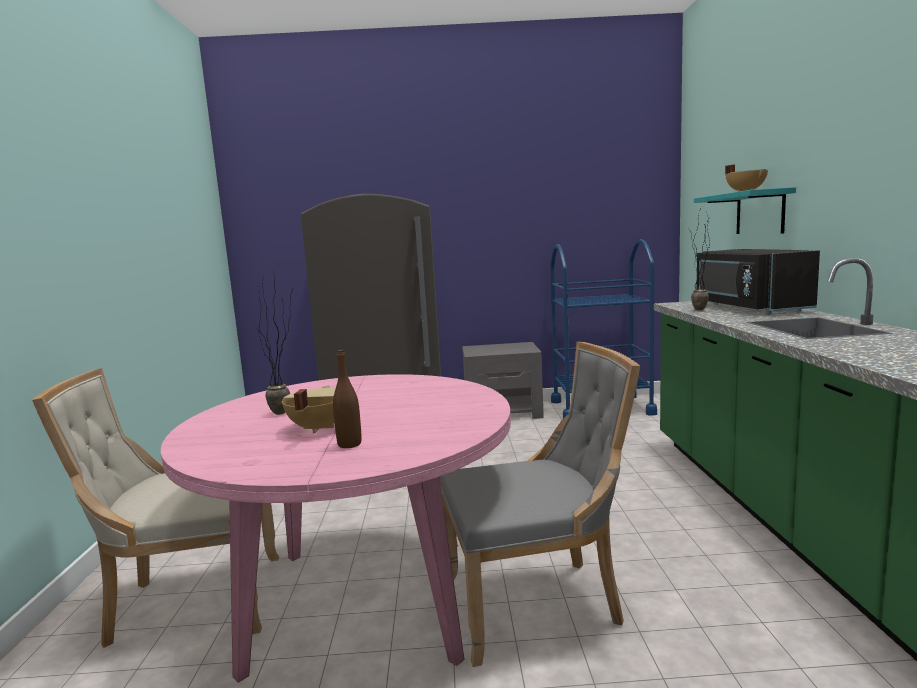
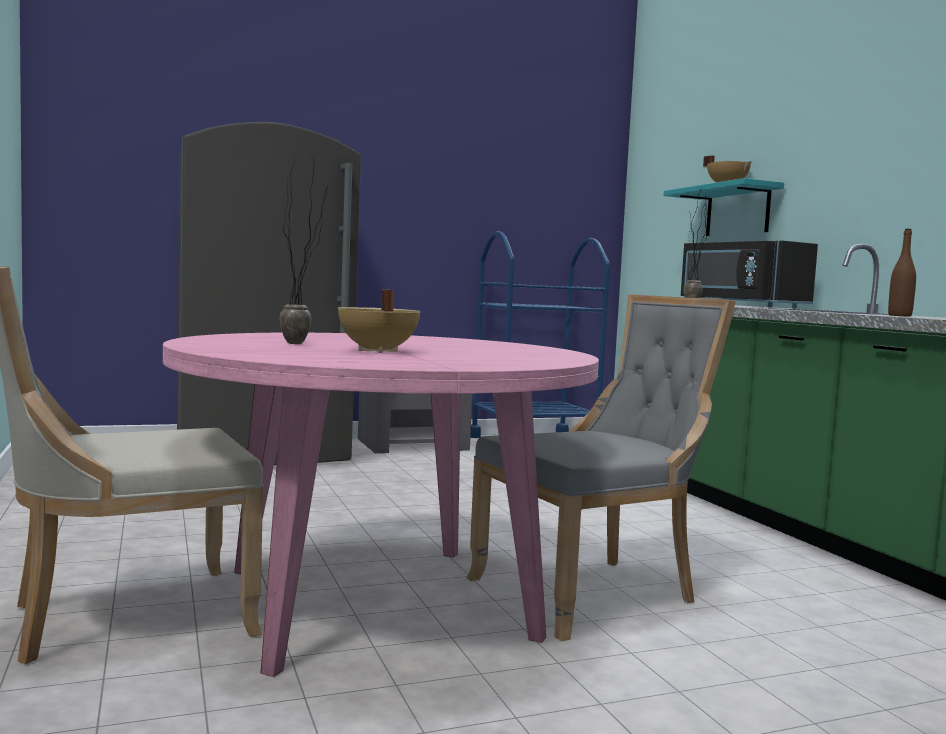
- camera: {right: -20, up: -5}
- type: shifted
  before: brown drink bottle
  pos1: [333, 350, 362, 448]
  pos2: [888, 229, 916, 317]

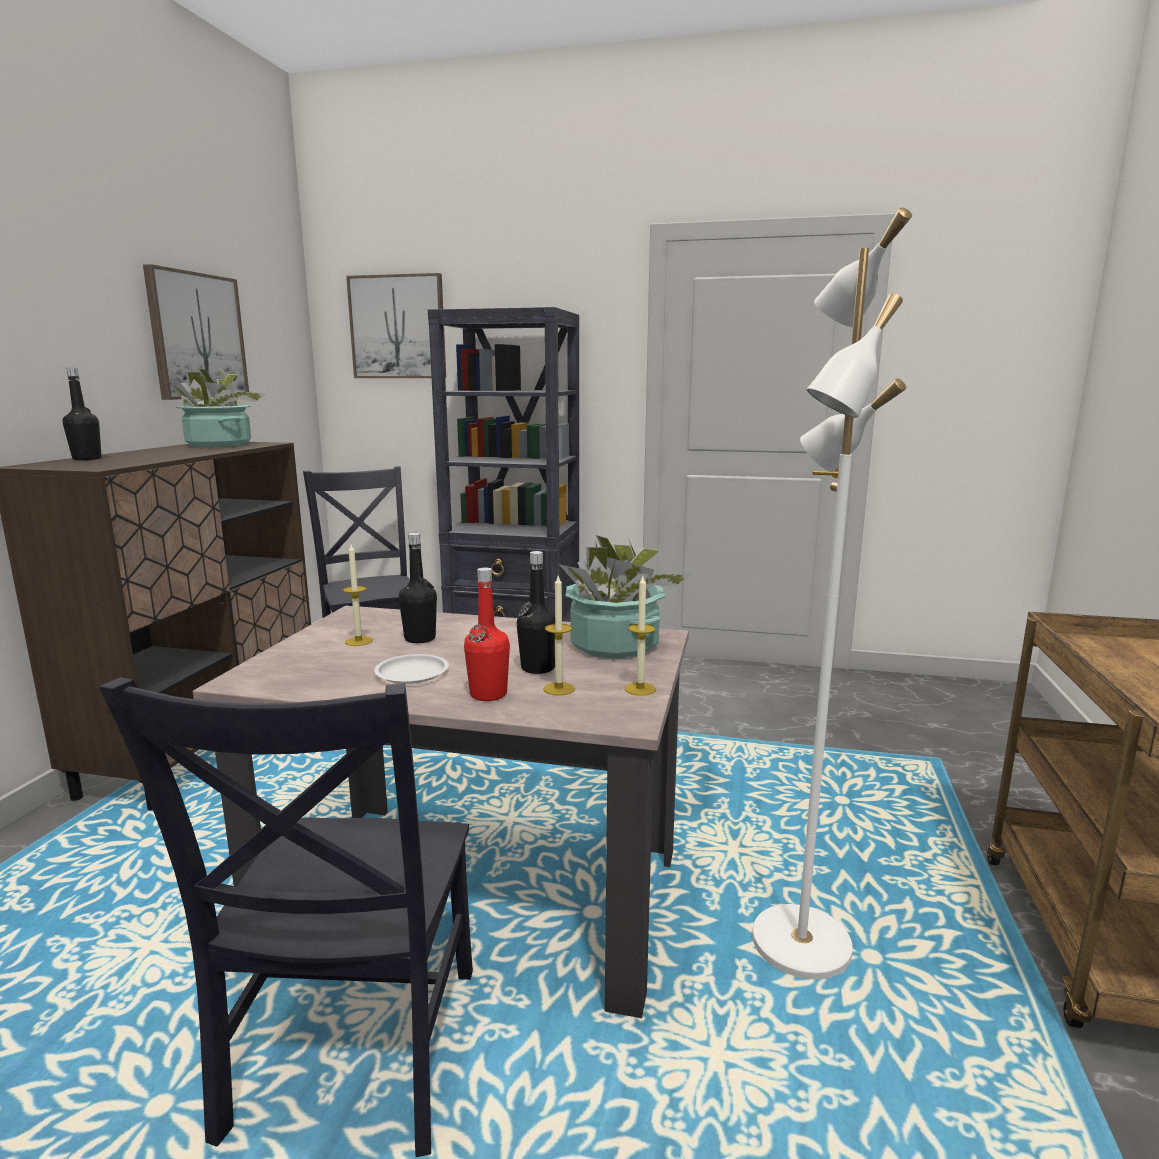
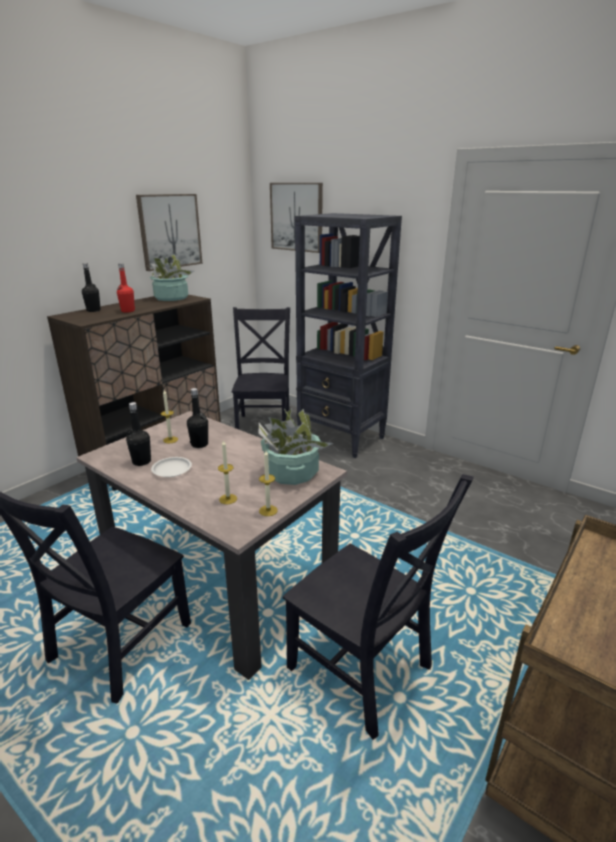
- camera: {right: 25, up: 10}
- type: shifted
  before: reddish drink bottle
  pos1: [464, 567, 510, 701]
  pos2: [117, 263, 135, 313]
- type: shifted
  before: black drink bottle
  pos1: [516, 551, 555, 674]
  pos2: [126, 402, 151, 466]
- type: swapped
  before: white-coloured standard lamp
  after: black plain chair
  pos1: [752, 208, 912, 979]
  pos2: [283, 474, 474, 739]

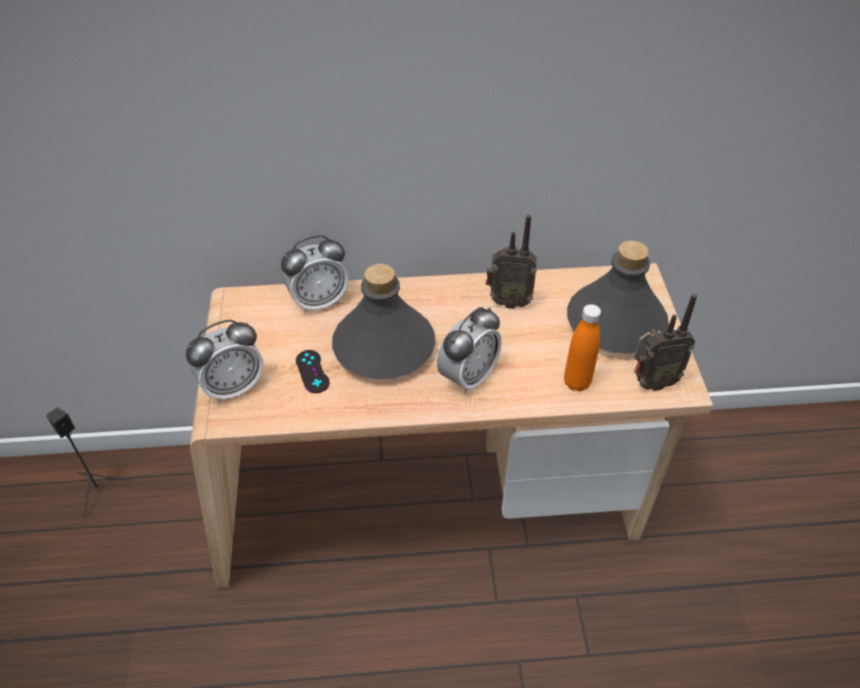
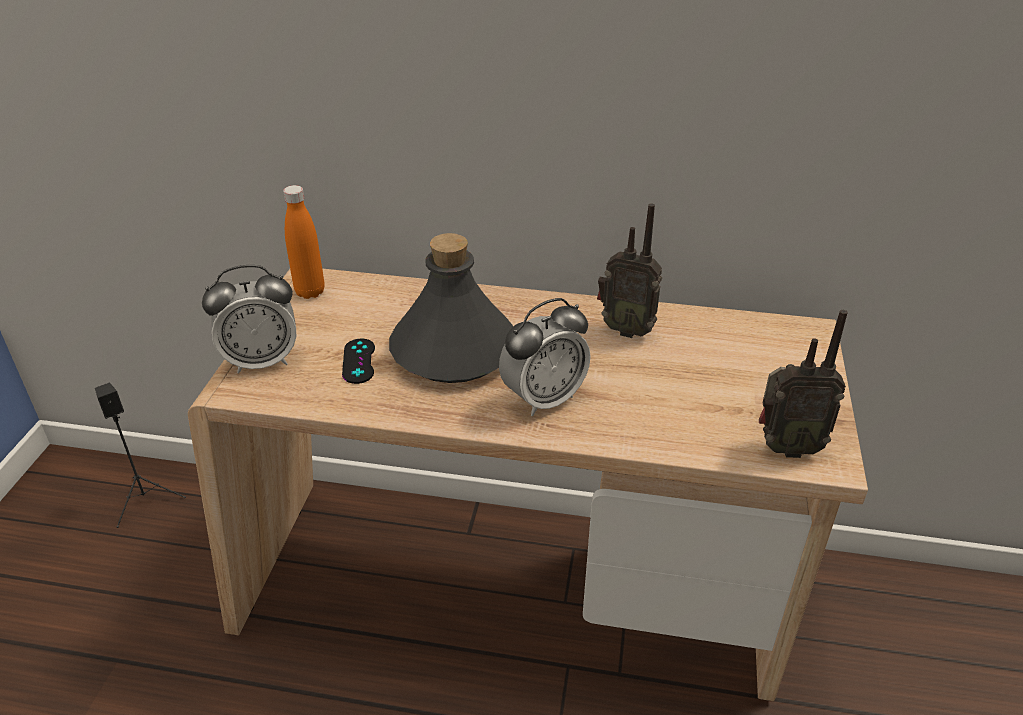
- camera: {right: 15, up: -10}
- type: gone
  before: alarm clock
  pos1: [281, 235, 348, 314]
- type: shifted
  before: orange-coloured drink bottle
  pos1: [564, 304, 601, 392]
  pos2: [283, 185, 325, 299]
- type: gone
  before: greyish drink bottle
  pos1: [567, 241, 669, 354]

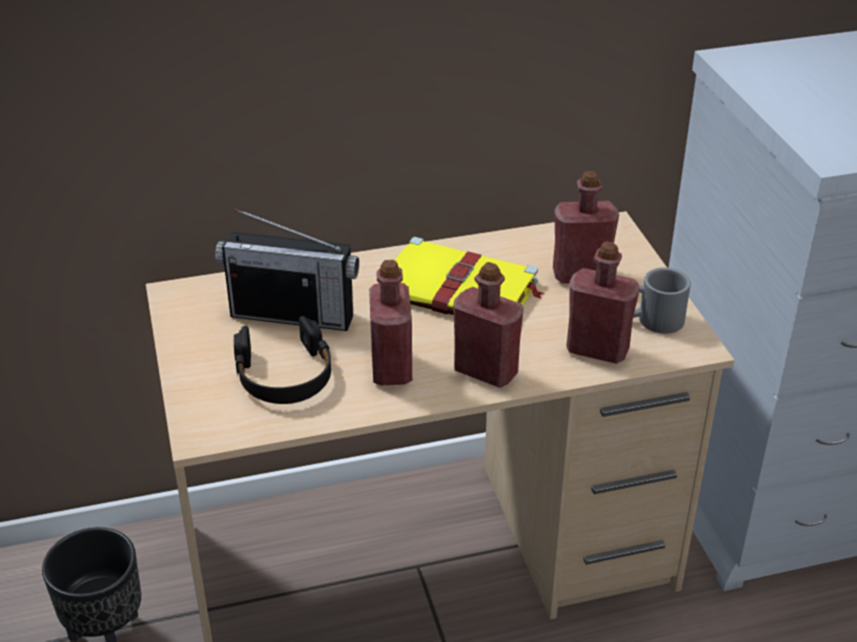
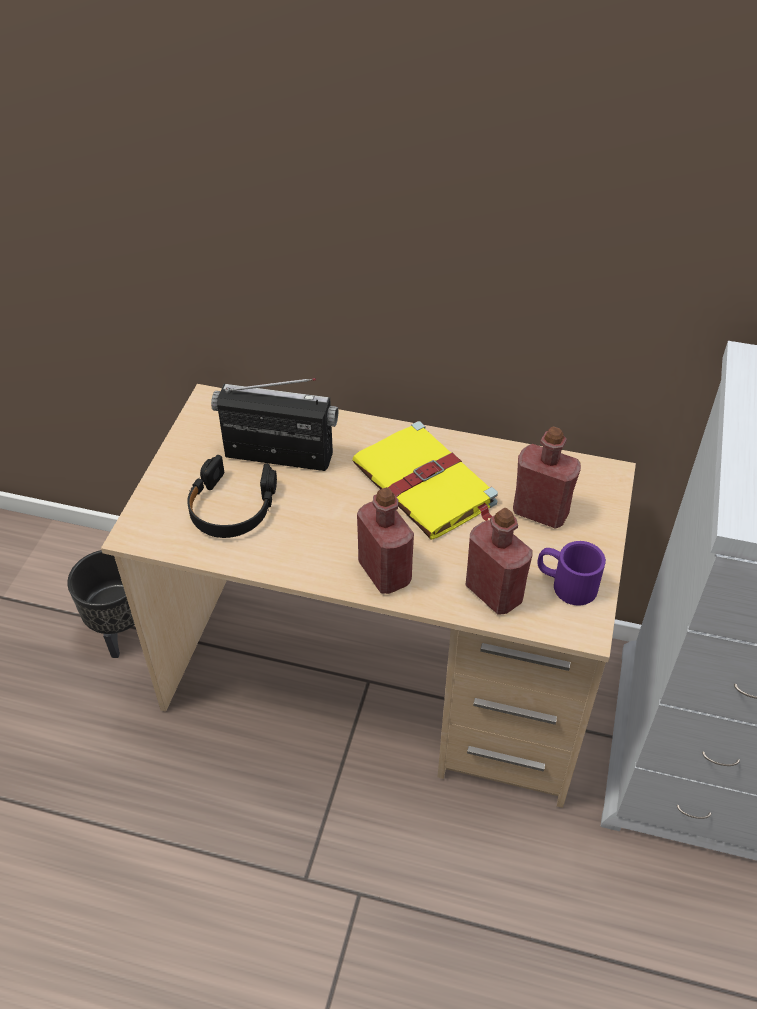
- camera: {right: 30, up: 10}
- type: rotated
  before: radio receiver
  pos1: [215, 209, 359, 331]
  pos2: [211, 378, 338, 471]
  turn: 150
- type: gone
  before: reddish drink bottle
  pos1: [369, 260, 412, 386]
- type: repainted
  before: greyish coffee mug
  after: purple coffee mug
  pos1: [633, 267, 691, 334]
  pos2: [537, 541, 606, 606]

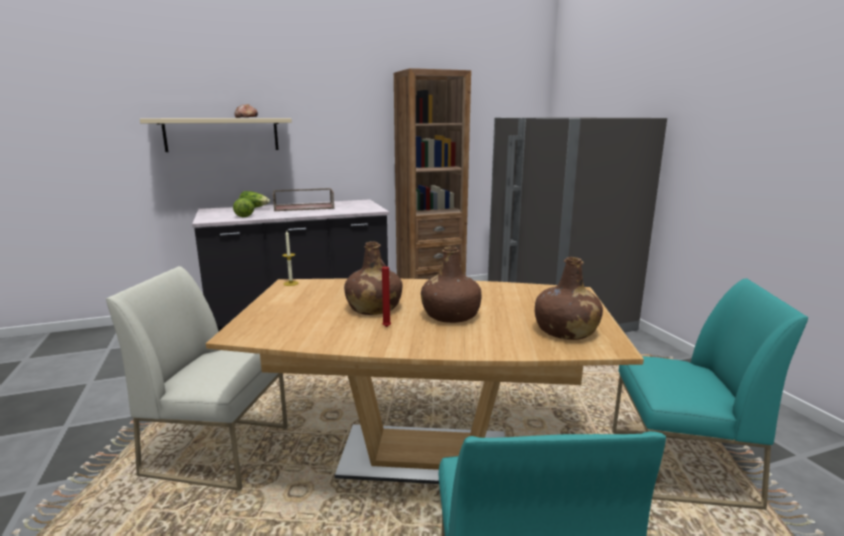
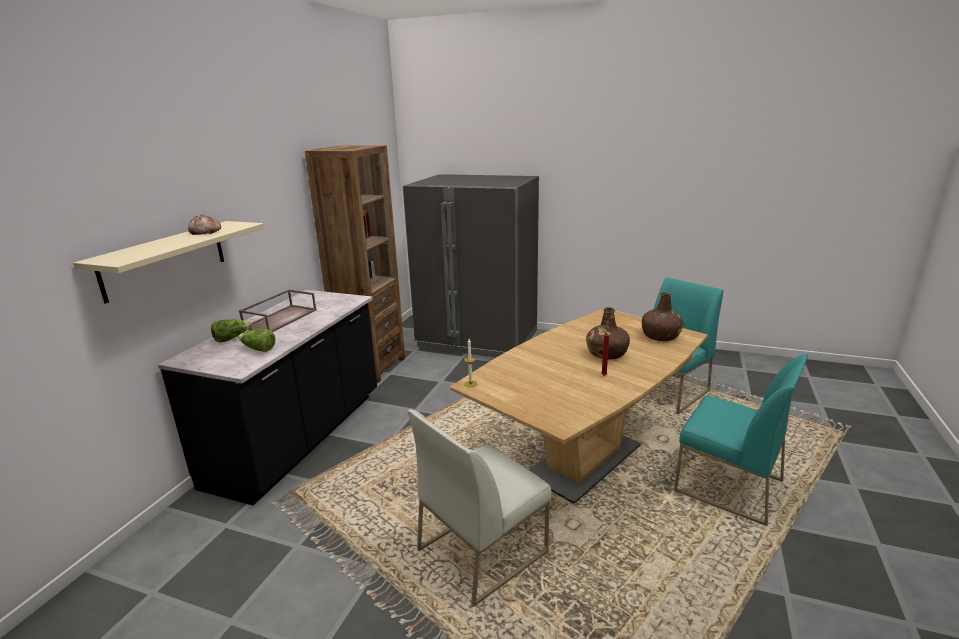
- camera: {right: -50, up: 5}
- type: gone
  before: brown drink bottle
  pos1: [344, 242, 402, 315]

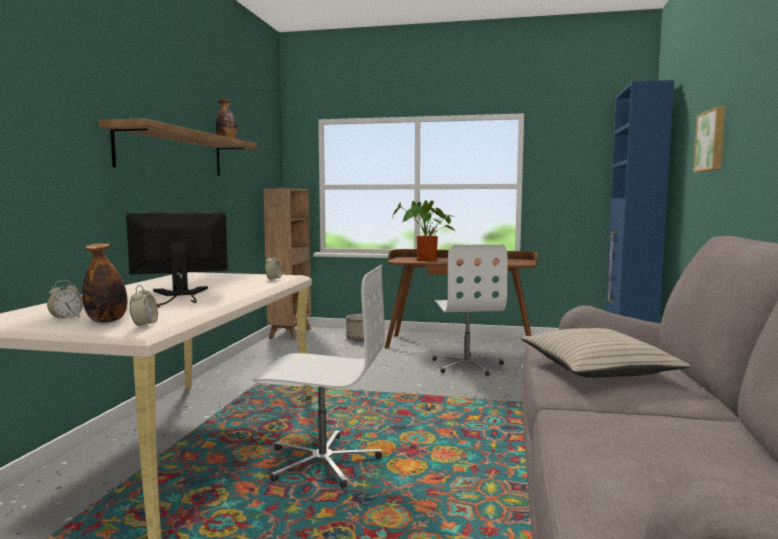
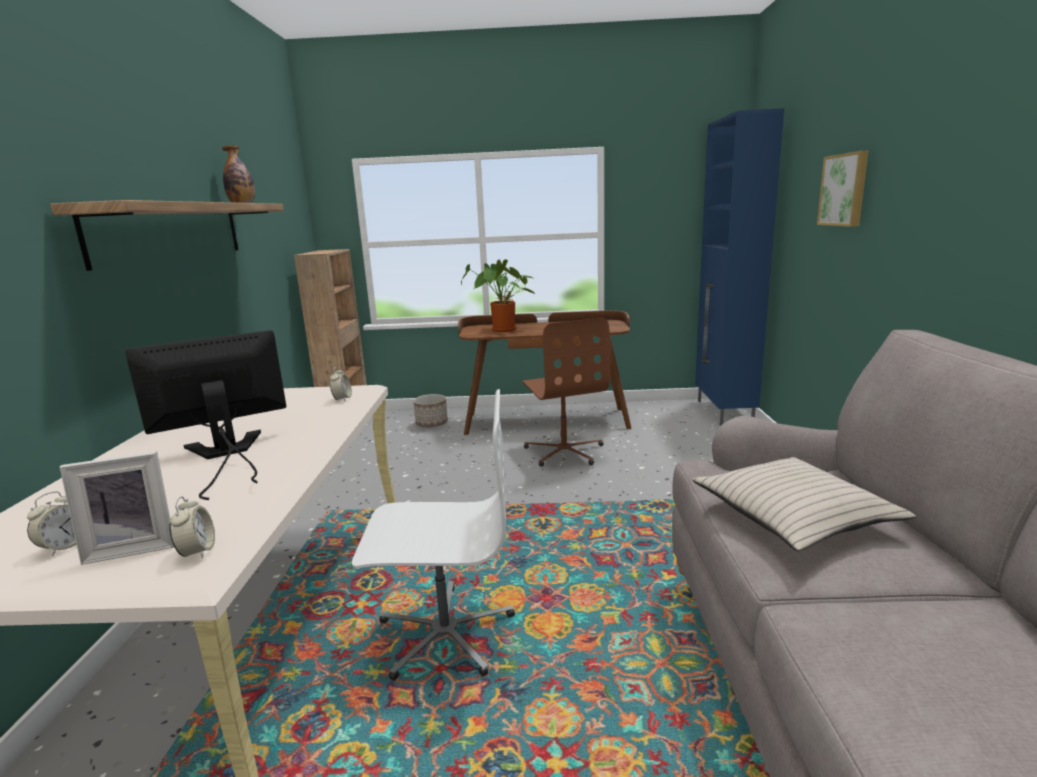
- camera: {right: -10, up: 10}
- type: swapped
  before: drink bottle
  after: standing frame
  pos1: [82, 243, 127, 323]
  pos2: [59, 451, 174, 565]
- type: repainted
  before: white-coloured computer chair
  after: brown computer chair
  pos1: [432, 245, 507, 376]
  pos2: [522, 318, 610, 467]

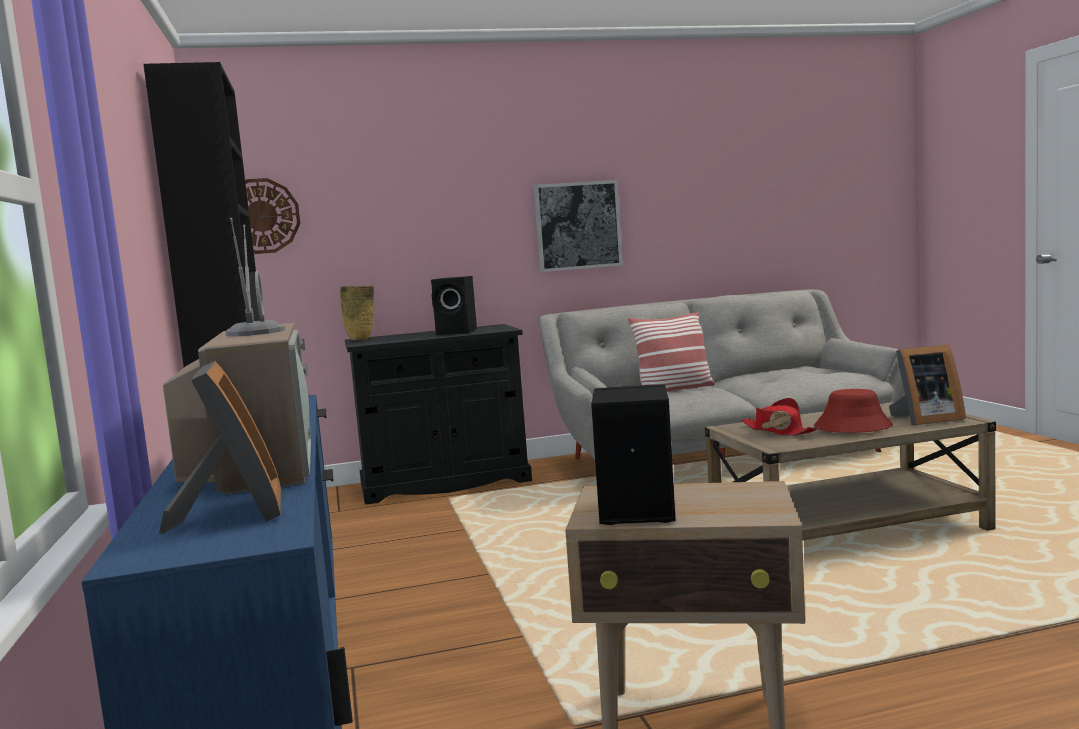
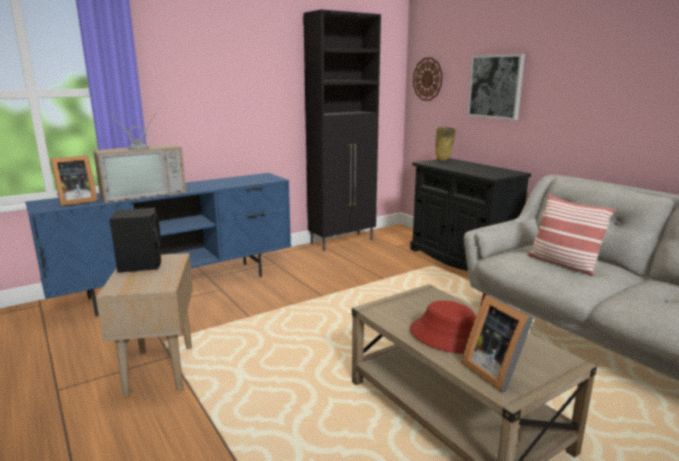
- camera: {right: 70, up: 10}
- type: gone
  before: black loudspeaker
  pos1: [431, 276, 477, 335]
- type: shifted
  before: wall picture
  pos1: [533, 180, 623, 272]
  pos2: [467, 54, 525, 120]
- type: gone
  before: reddish clothing hat
  pos1: [742, 398, 819, 436]

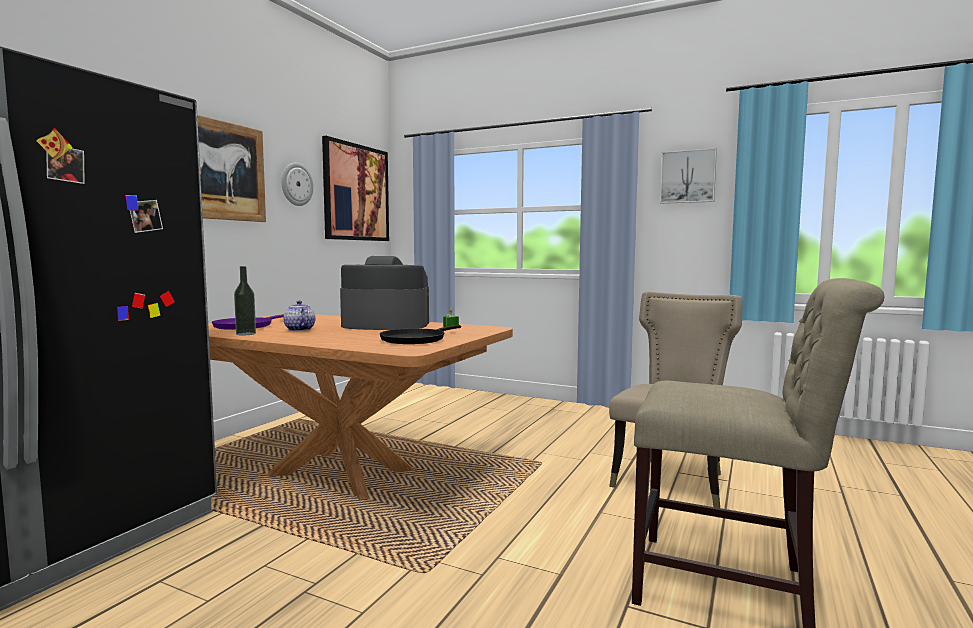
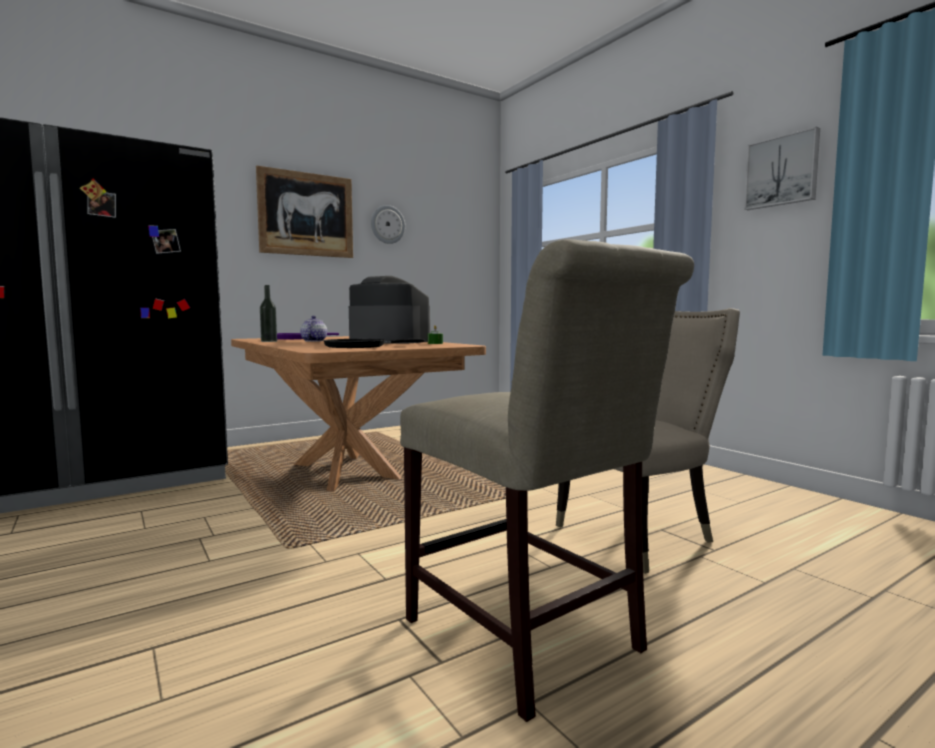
- camera: {right: 30, up: 0}
- type: gone
  before: wall picture
  pos1: [322, 136, 389, 241]

